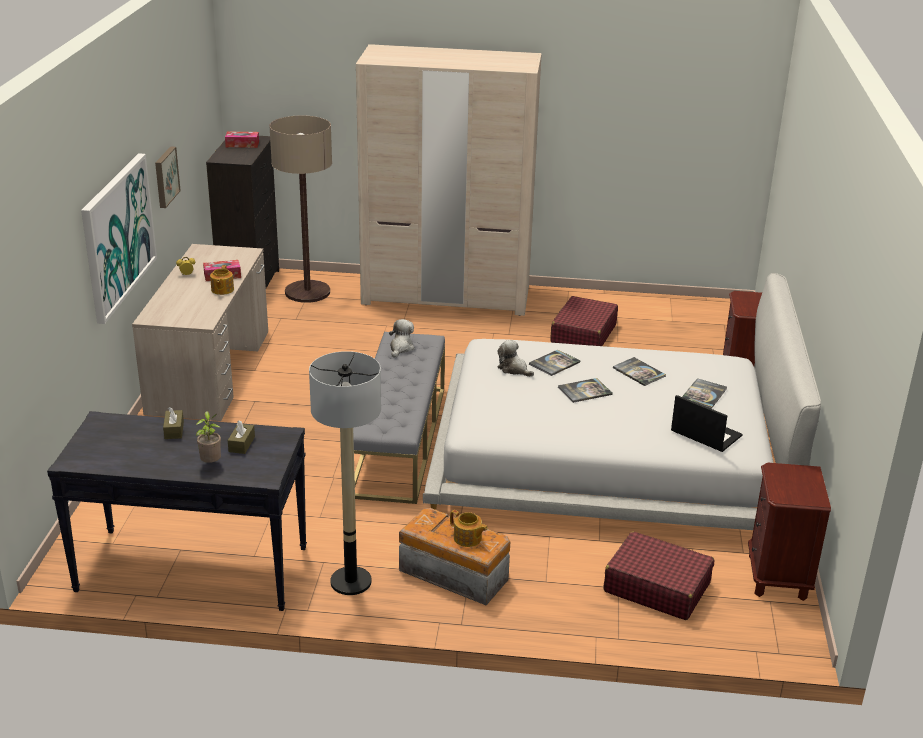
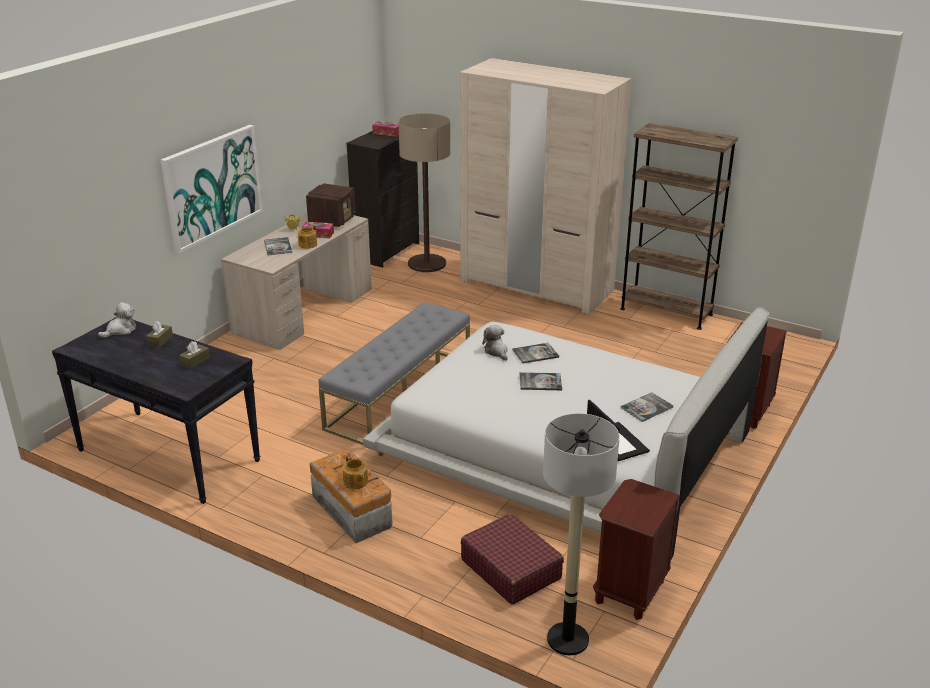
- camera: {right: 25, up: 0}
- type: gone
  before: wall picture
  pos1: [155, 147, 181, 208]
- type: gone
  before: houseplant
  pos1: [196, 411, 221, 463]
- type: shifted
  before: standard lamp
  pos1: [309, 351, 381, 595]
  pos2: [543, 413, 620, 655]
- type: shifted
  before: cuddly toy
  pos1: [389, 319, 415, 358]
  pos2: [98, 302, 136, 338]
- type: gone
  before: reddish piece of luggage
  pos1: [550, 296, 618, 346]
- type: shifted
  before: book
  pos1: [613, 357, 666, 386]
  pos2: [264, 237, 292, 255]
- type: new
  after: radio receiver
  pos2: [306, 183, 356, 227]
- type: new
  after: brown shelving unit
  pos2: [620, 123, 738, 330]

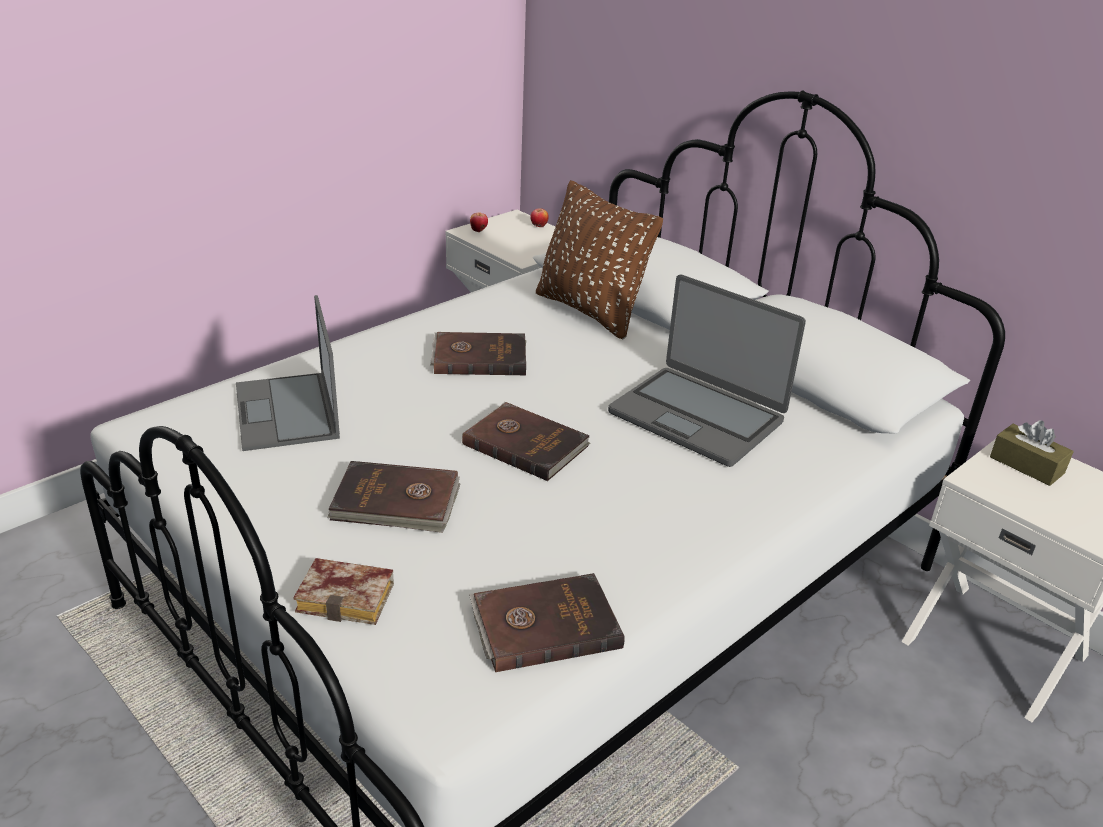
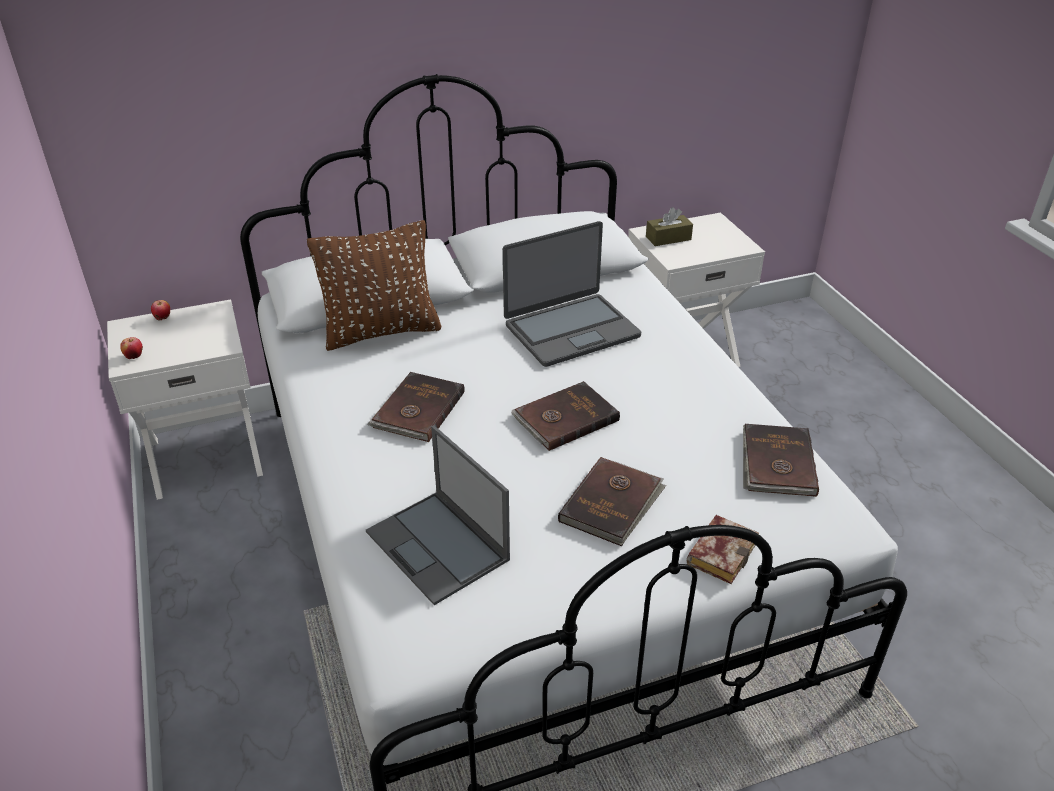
- camera: {right: -65, up: 5}
- type: rotated
  before: portable computer
  pos1: [236, 295, 340, 451]
  pos2: [366, 425, 510, 605]
  turn: 45

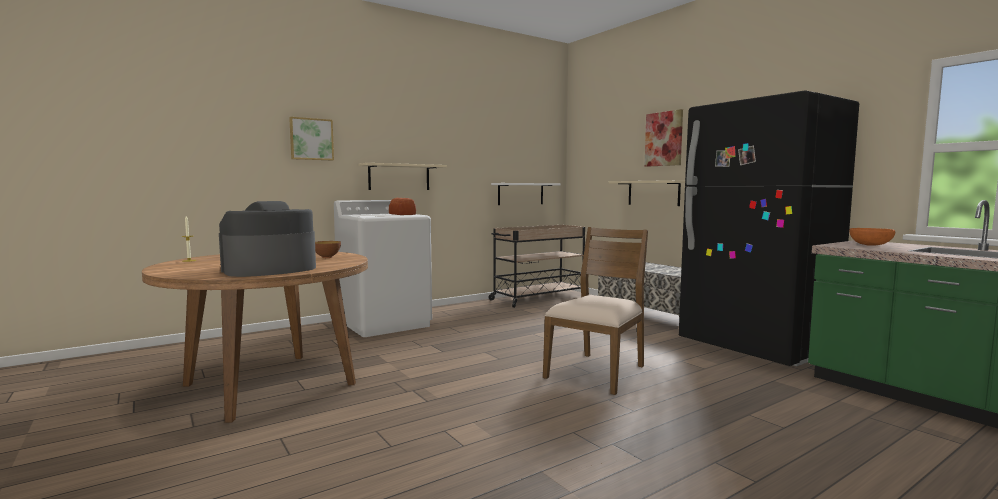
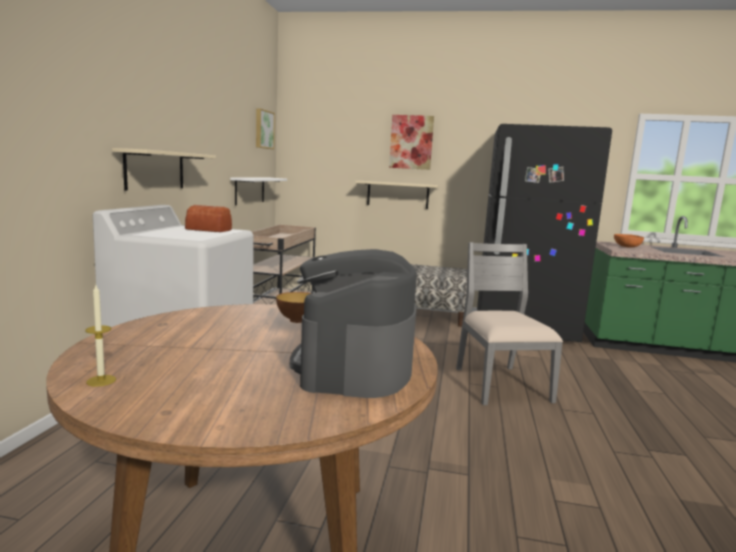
- camera: {right: -45, up: 5}
- type: shifted
  before: wall picture
  pos1: [289, 117, 334, 160]
  pos2: [256, 108, 275, 149]
- type: repainted
  before: brown plain chair
  after: greyish plain chair
  pos1: [543, 227, 648, 395]
  pos2: [456, 242, 563, 405]

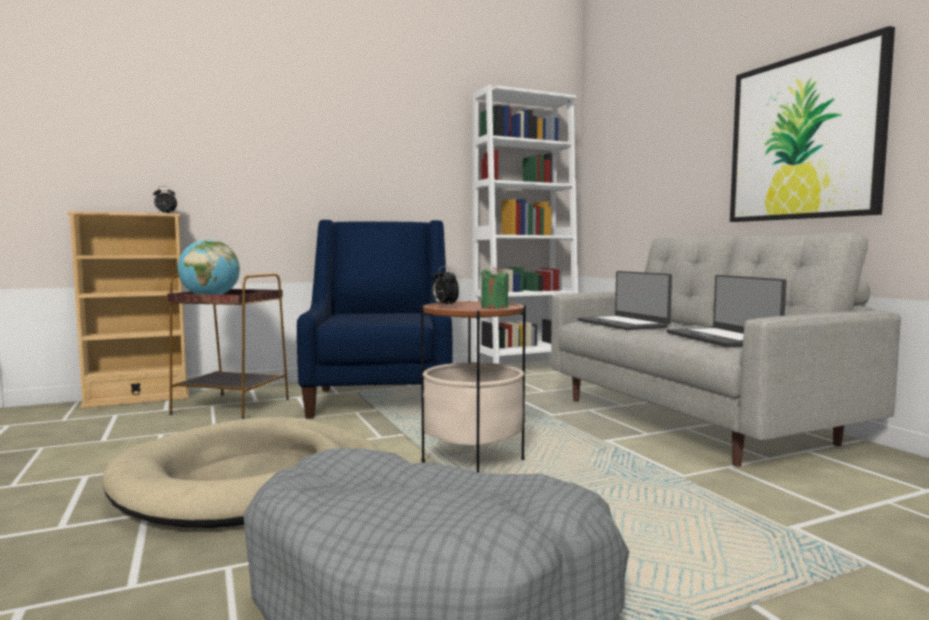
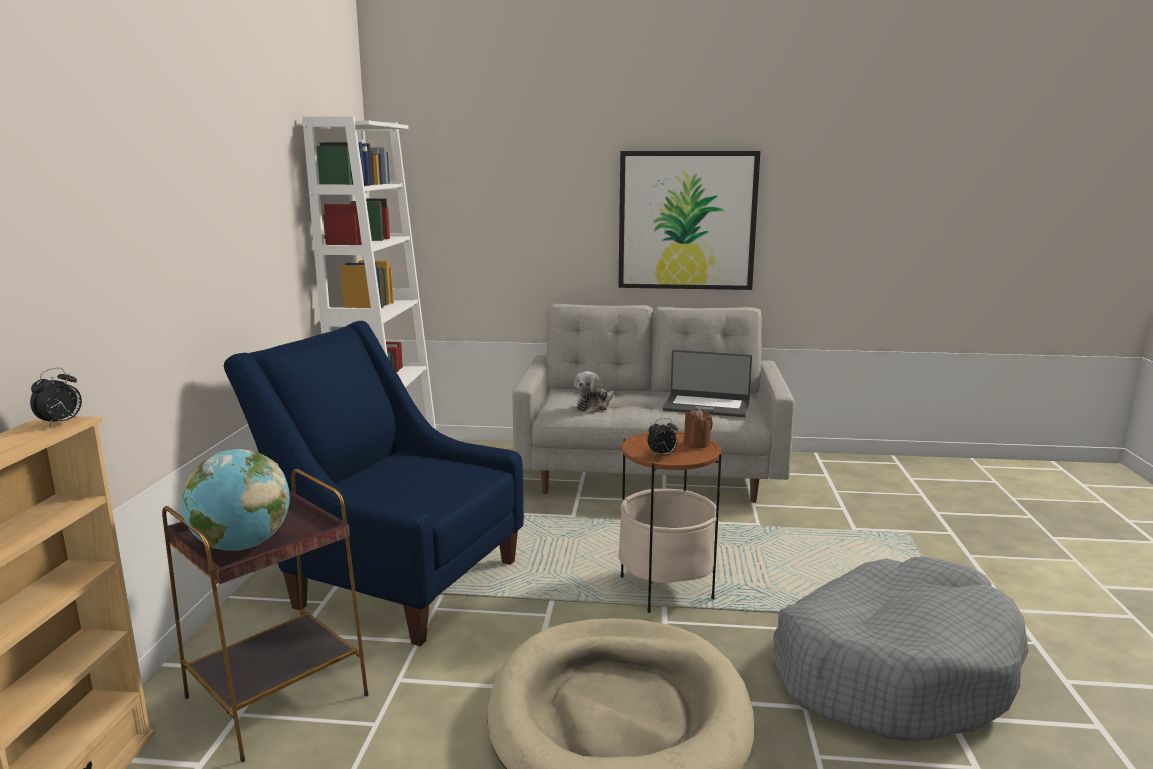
- camera: {right: -60, up: 10}
- type: repainted
  before: green-coloured wax light
  after: brown wax light
  pos1: [481, 267, 508, 309]
  pos2: [684, 408, 713, 448]
- type: swapped
  before: portable computer
  after: cuddly toy
  pos1: [578, 271, 672, 330]
  pos2: [574, 371, 614, 413]

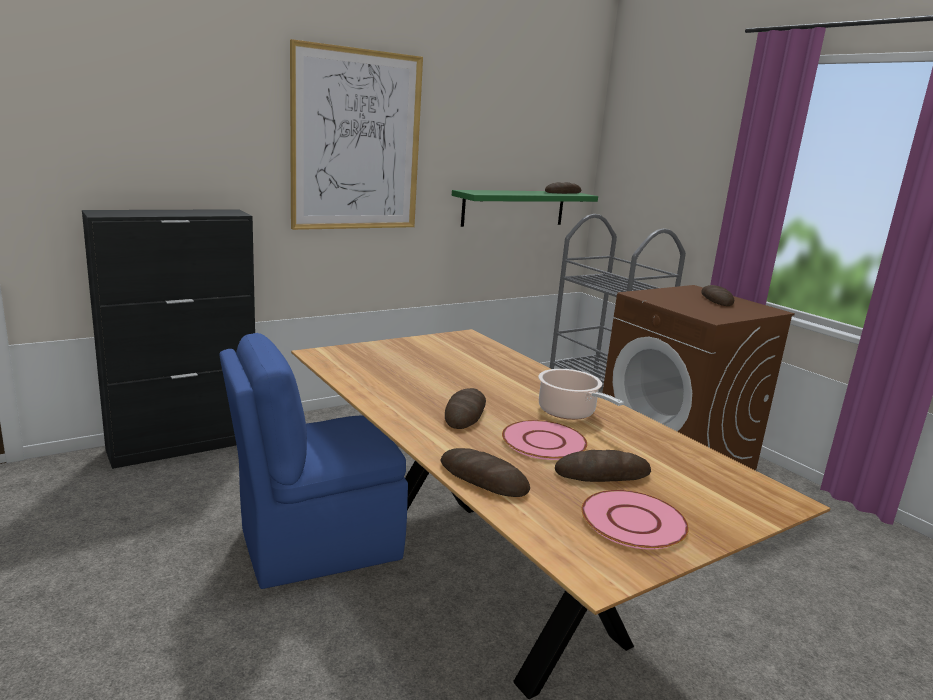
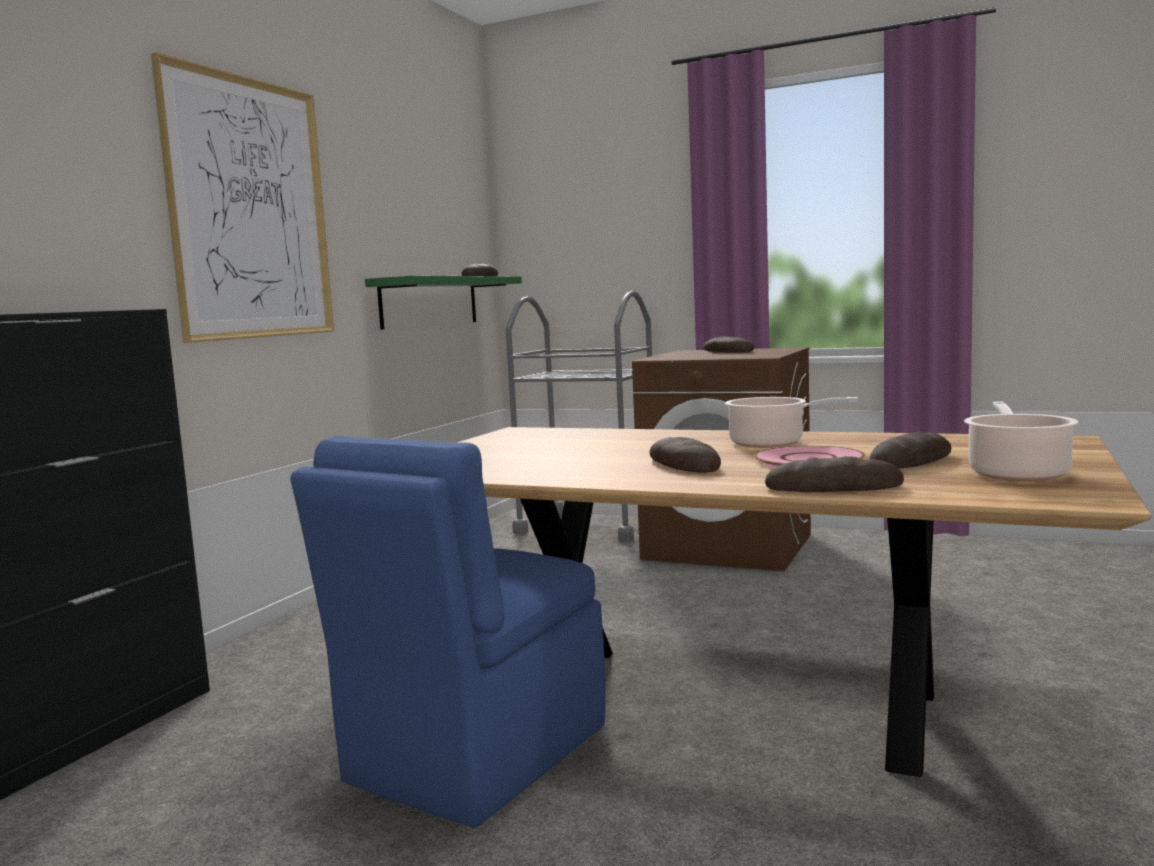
- camera: {right: -30, up: -10}
- type: swapped
  before: pinkish plate
  after: saucepot
  pos1: [582, 490, 689, 550]
  pos2: [964, 402, 1078, 481]

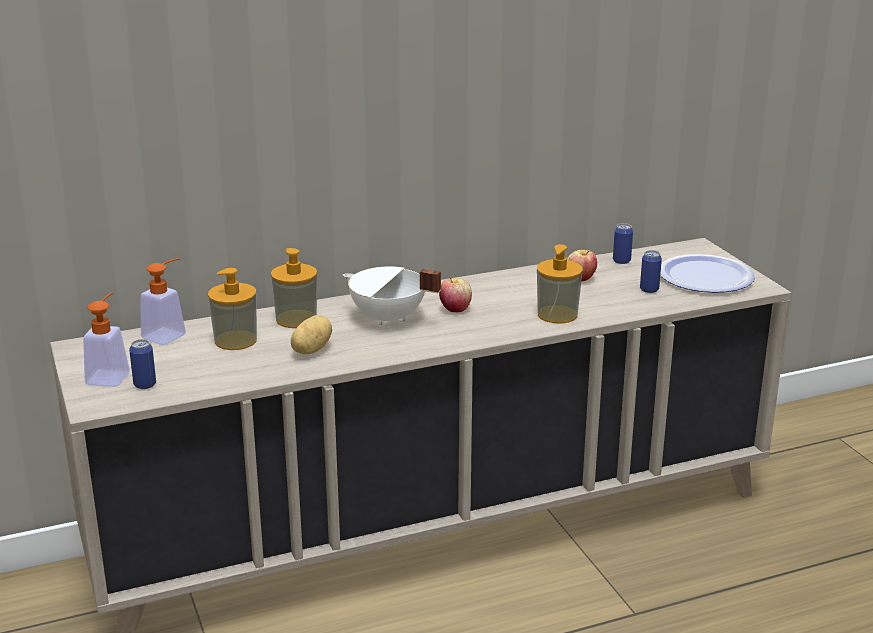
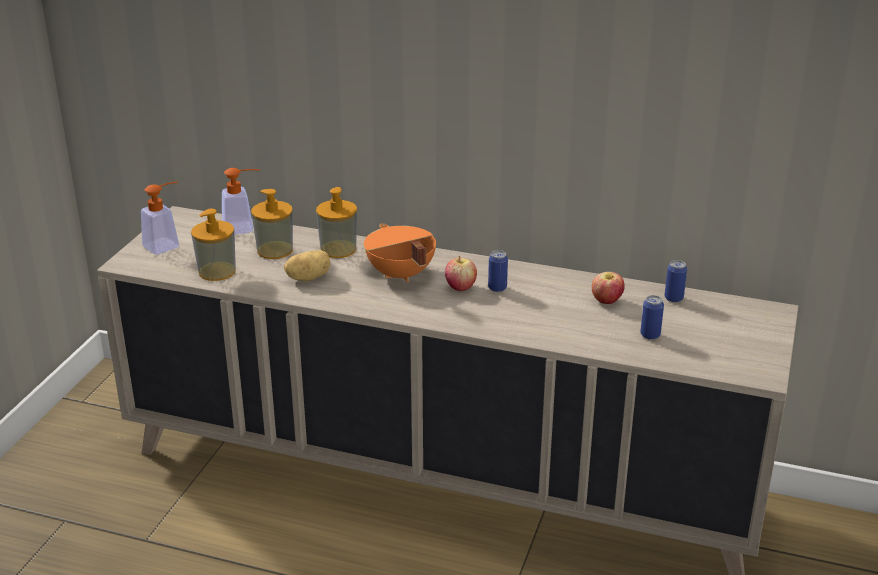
- camera: {right: 40, up: 5}
- type: shifted
  before: metal can
  pos1: [129, 339, 156, 389]
  pos2: [488, 250, 508, 292]
- type: repainted
  before: white-coloured saucepot
  after: orange-coloured saucepot
  pos1: [343, 266, 441, 326]
  pos2: [364, 223, 436, 282]
- type: shifted
  before: liquid soap bottle
  pos1: [537, 244, 583, 324]
  pos2: [191, 209, 236, 281]
- type: gone
  before: plate
  pos1: [660, 254, 755, 293]

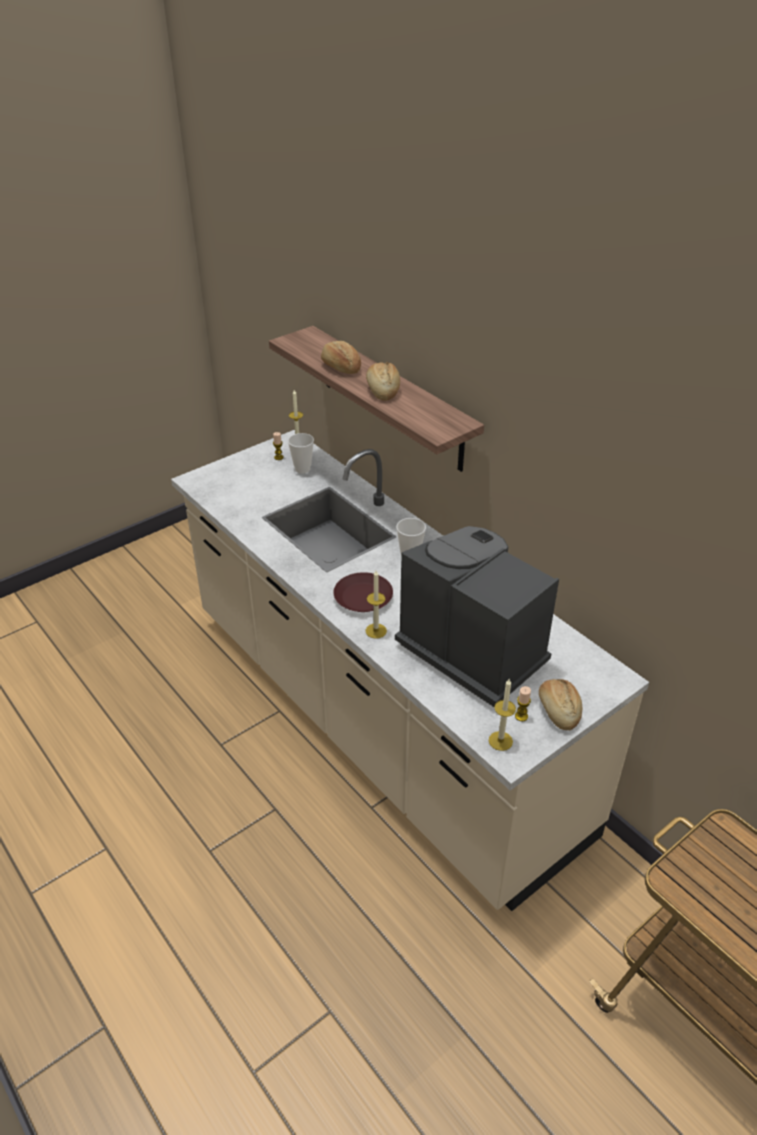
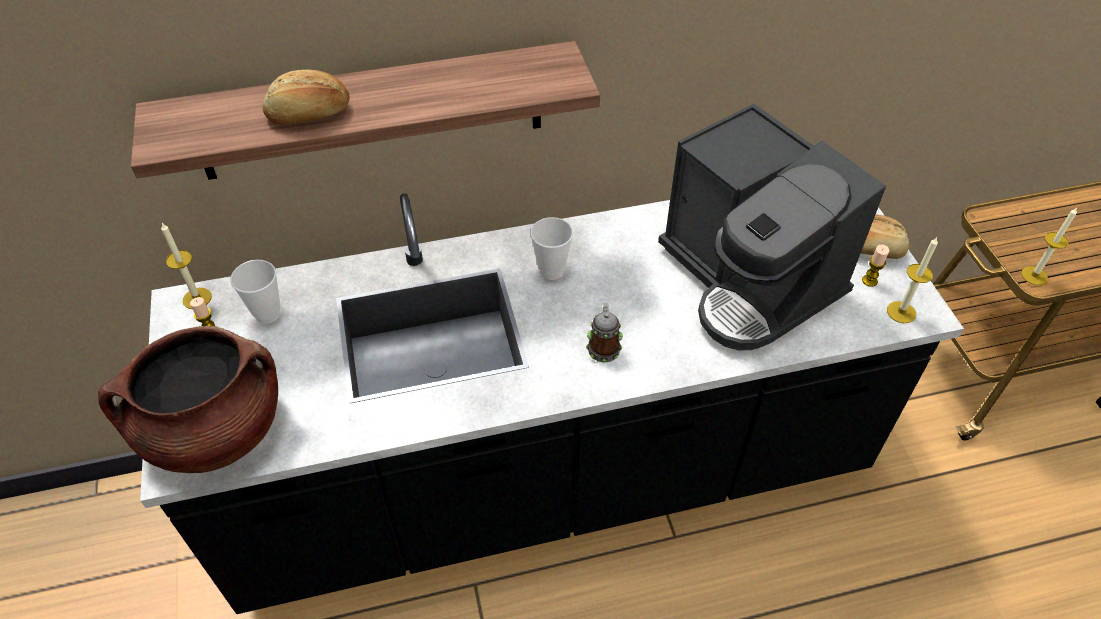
- camera: {right: -65, up: 10}
- type: repainted
  before: beige-coloured kitchen base unit
  after: black kitchen base unit
  pos1: [171, 430, 649, 911]
  pos2: [140, 194, 964, 614]
- type: swapped
  before: brown plate
  after: coffee mug
  pos1: [333, 572, 393, 612]
  pos2: [586, 304, 623, 363]
- type: gone
  before: baked bread
  pos1: [366, 362, 400, 401]
- type: shifted
  before: wax light
  pos1: [366, 571, 387, 639]
  pos2: [1021, 208, 1077, 285]
- type: rotated
  before: coffee machine
  pos1: [395, 526, 559, 707]
  pos2: [658, 104, 886, 351]
  turn: -105
- type: new
  after: brown saucepot
  pos2: [98, 326, 278, 473]

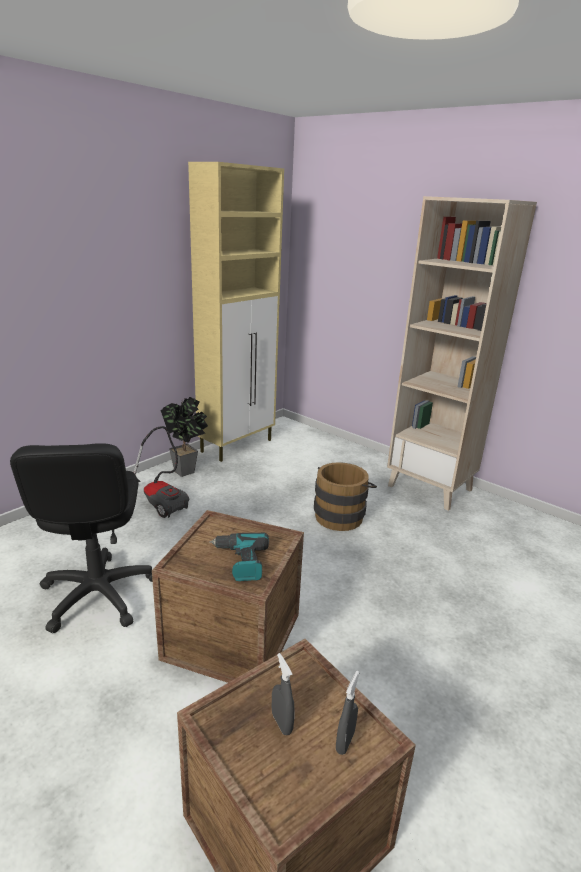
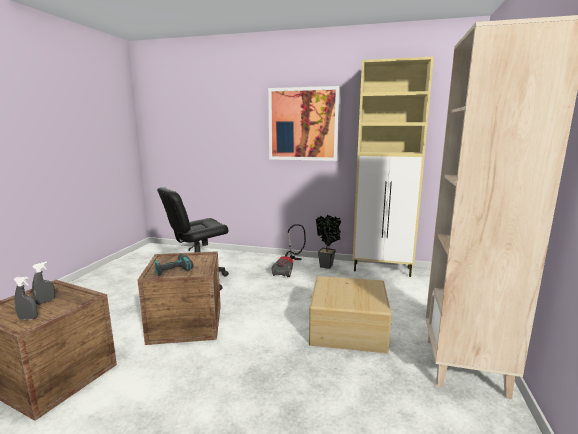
- camera: {right: 65, up: -10}
- type: swapped
  before: brown bucket
  after: beige-coloured storage box
  pos1: [314, 462, 377, 531]
  pos2: [309, 276, 391, 353]
- type: new
  after: wall picture
  pos2: [268, 86, 340, 161]

